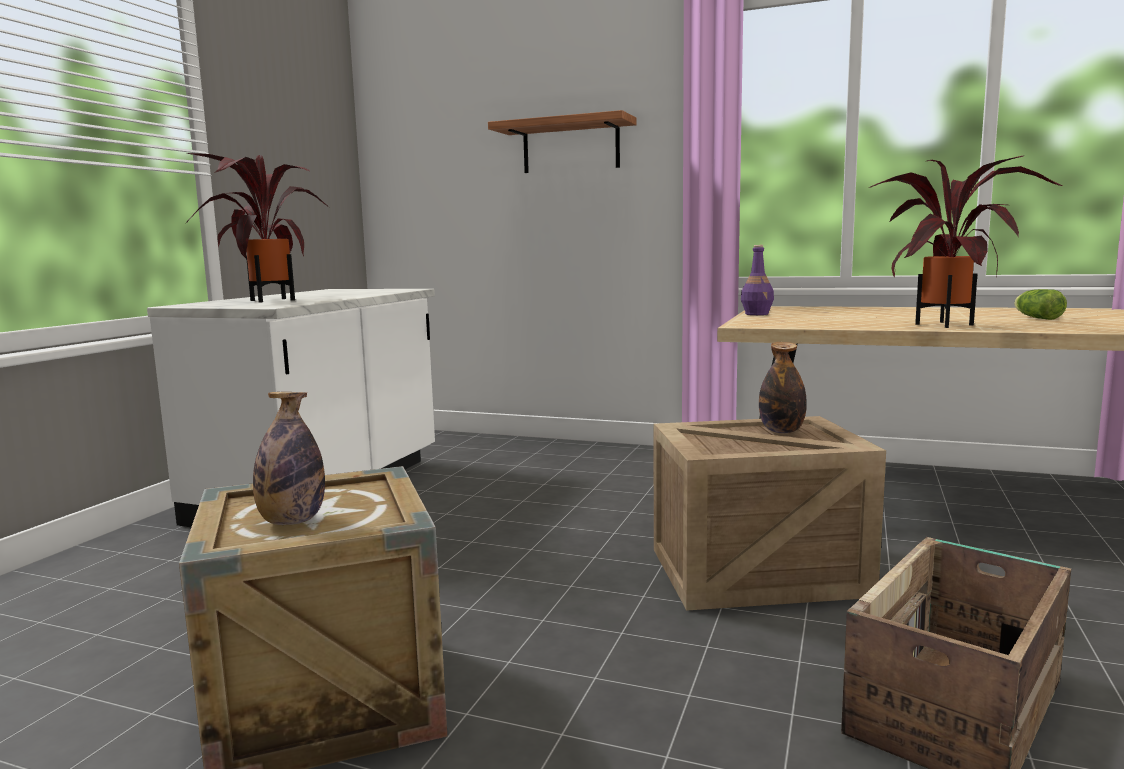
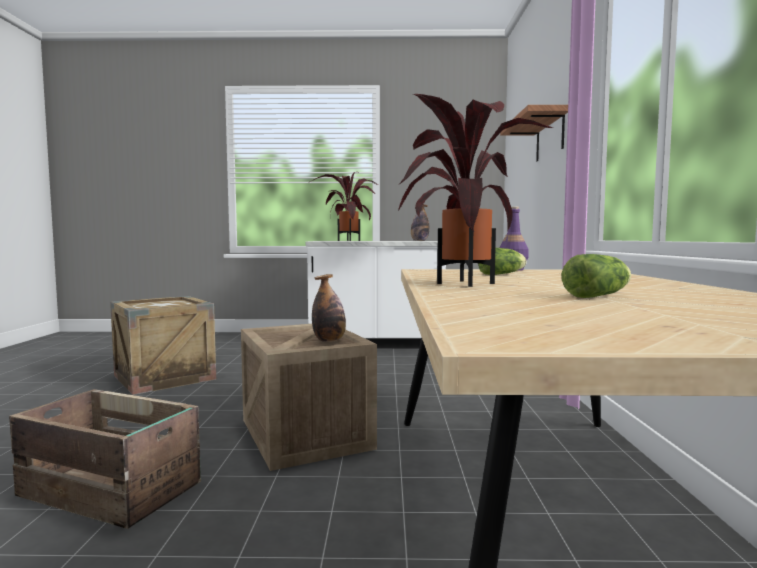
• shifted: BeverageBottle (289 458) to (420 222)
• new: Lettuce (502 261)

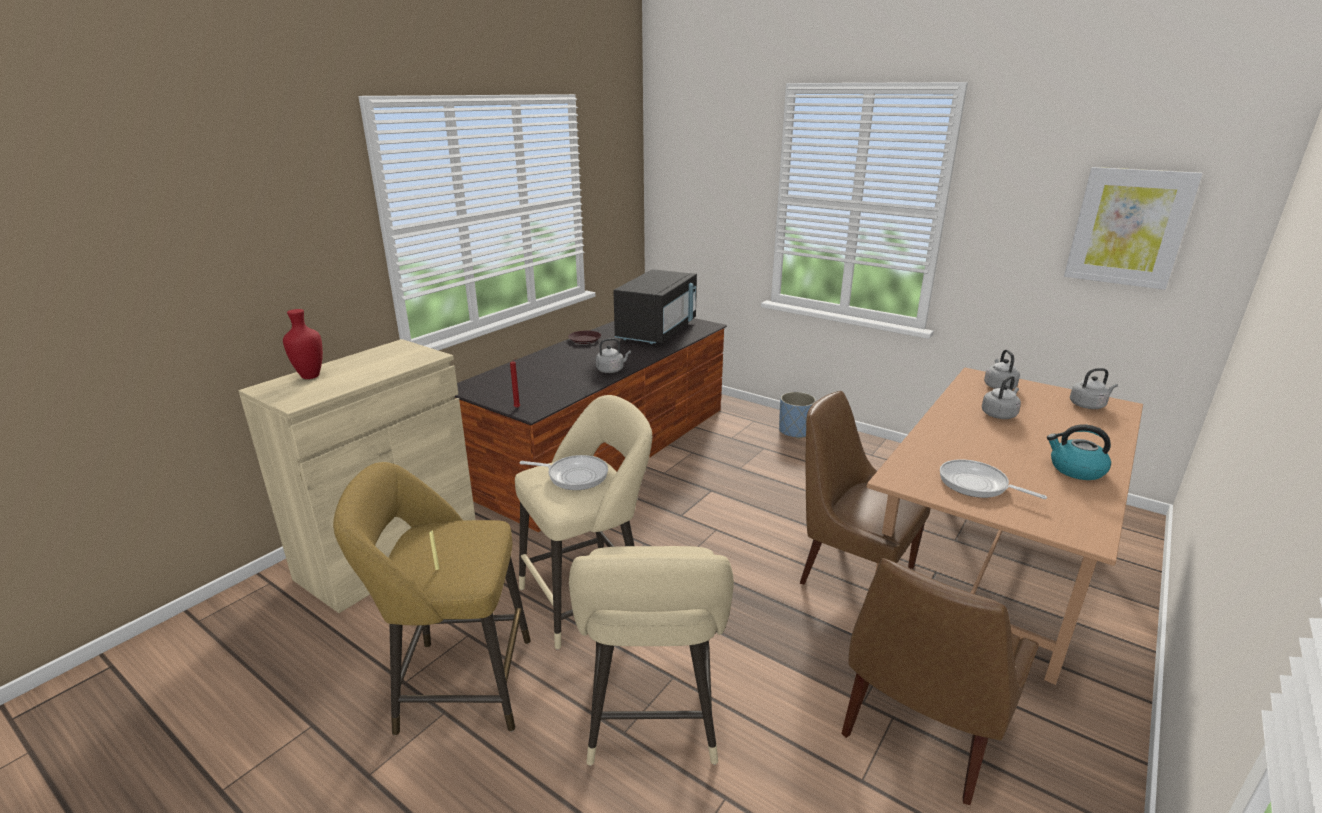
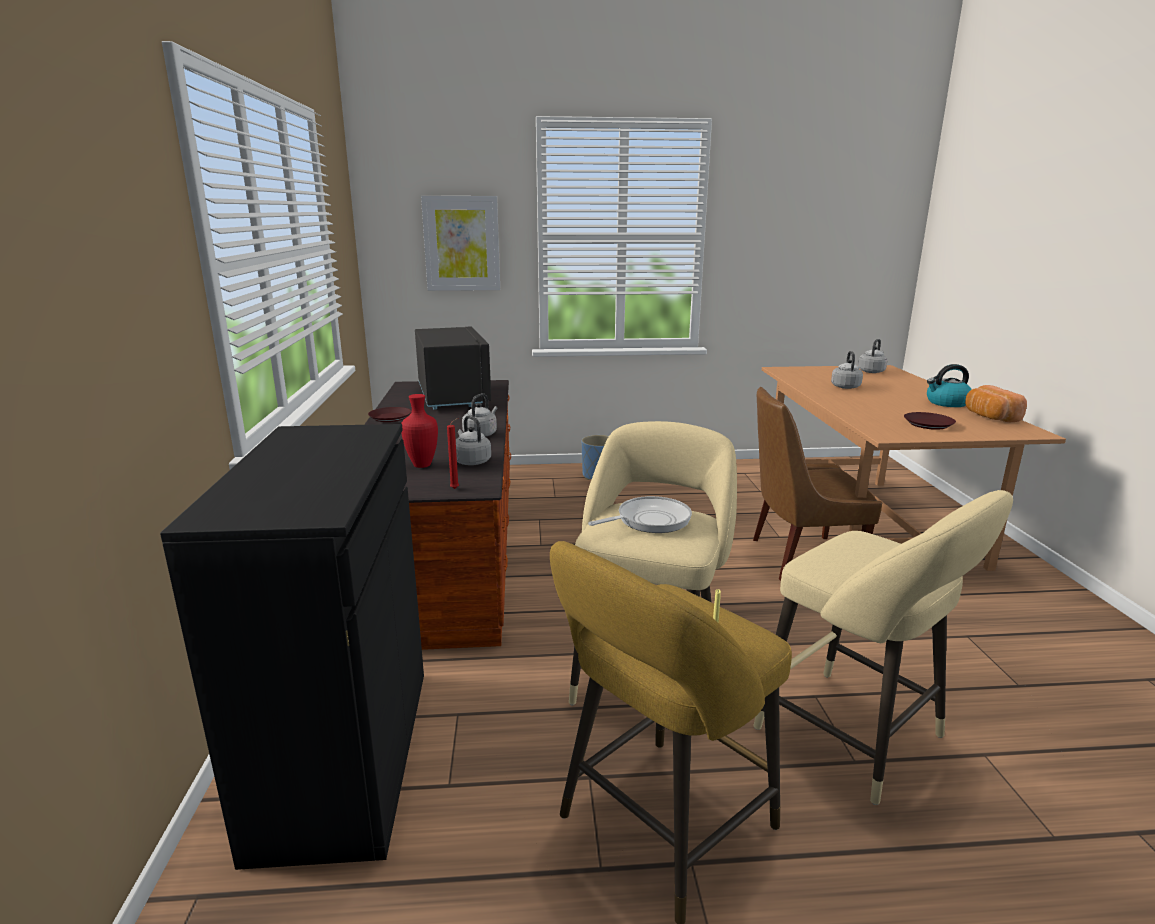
• repainted: BeigeCabinet (357 476) to BlackColouredCabinet (292 647)
• shifted: ReddishFlowerVase (303 344) to (419 431)
• gone: BrownishUprightChair (940 681)
• swapped: FryingPan (993 479) to BrownishPlate (930 421)
• shifted: GreyWaterKettle (1002 369) to (473 440)
• shifted: Picture (1133 228) to (460 243)
• new: Bread (996 403)

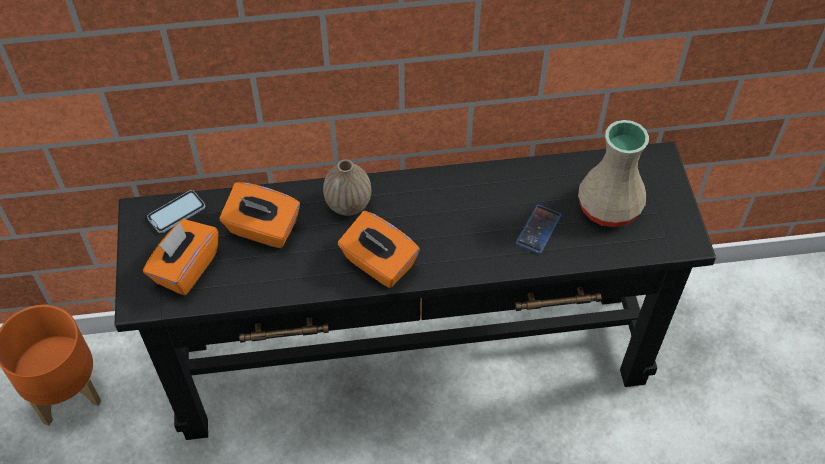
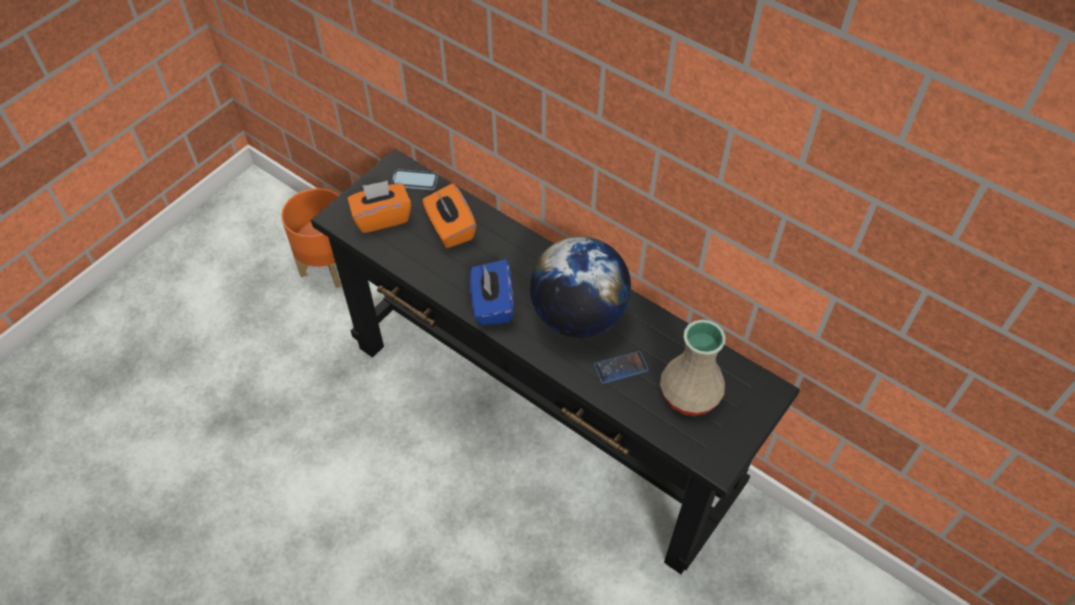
• gone: FlowerVase (347 187)
• repainted: OrangeColouredTissueBox (379 249) to BluishTissueBox (491 292)
• new: Globe (580 287)

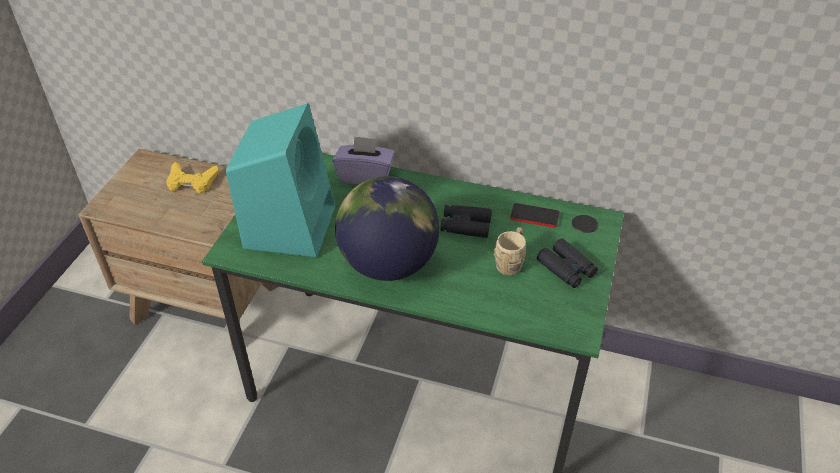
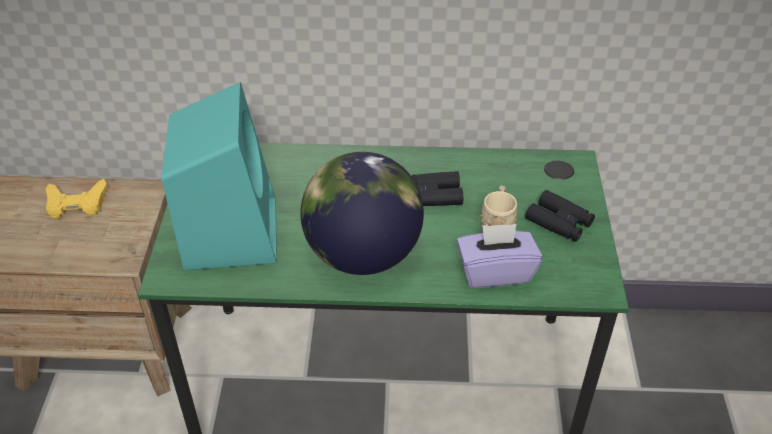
• shifted: PurplishTissueBox (363 160) to (499 256)
• gone: Handset (535 215)

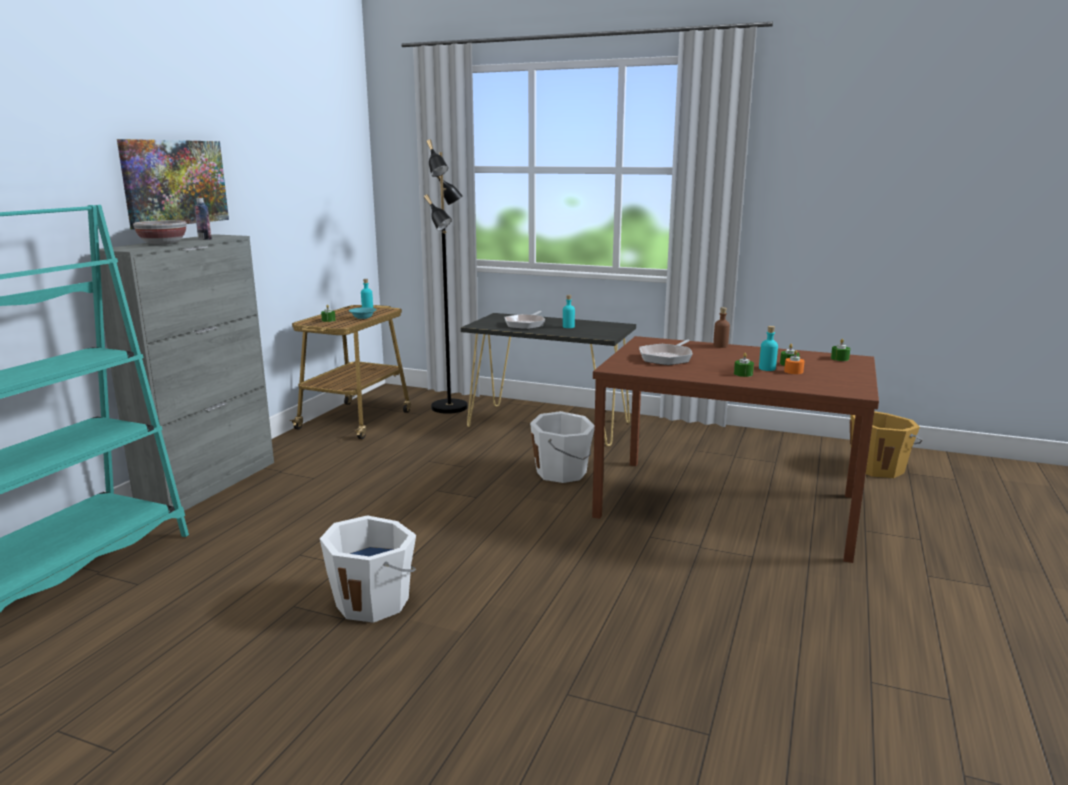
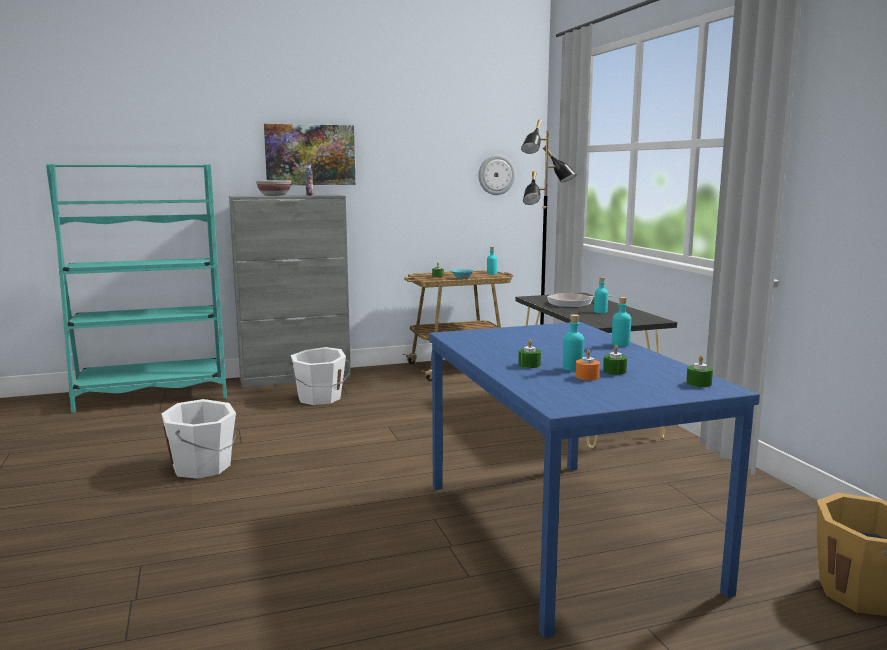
• shifted: WhiteWaterBucket (562 447) to (318 376)
• repainted: BrownishDiningTable (735 449) to BluishDiningTable (594 480)
• gone: FryingPan (666 352)
• repainted: BrownishBeverageBottle (721 327) to TurquoiseBeverageBottle (621 322)
• new: HangingClock (496 175)

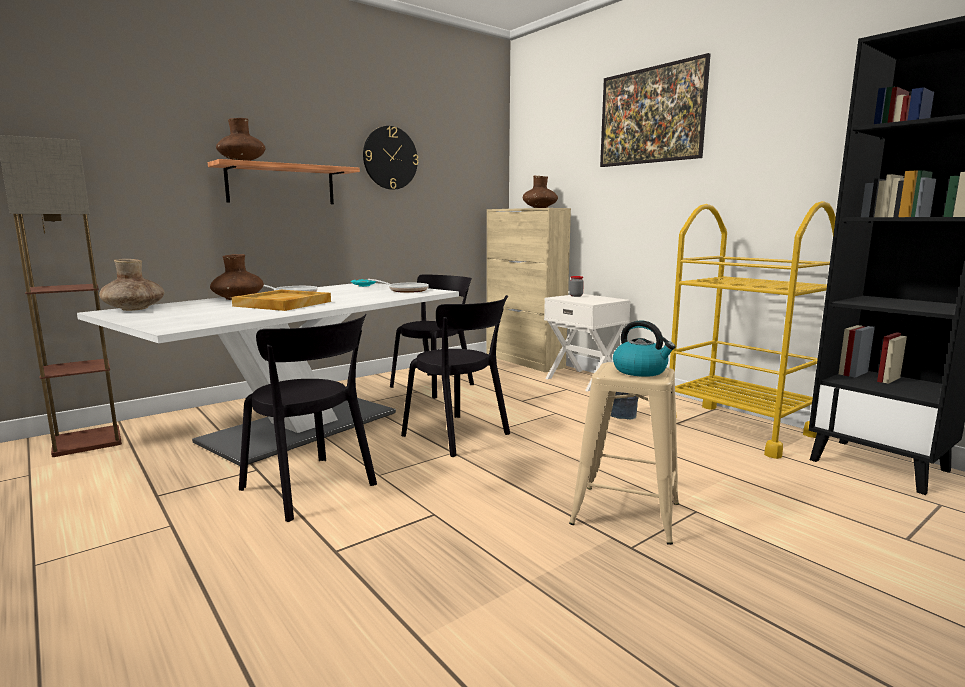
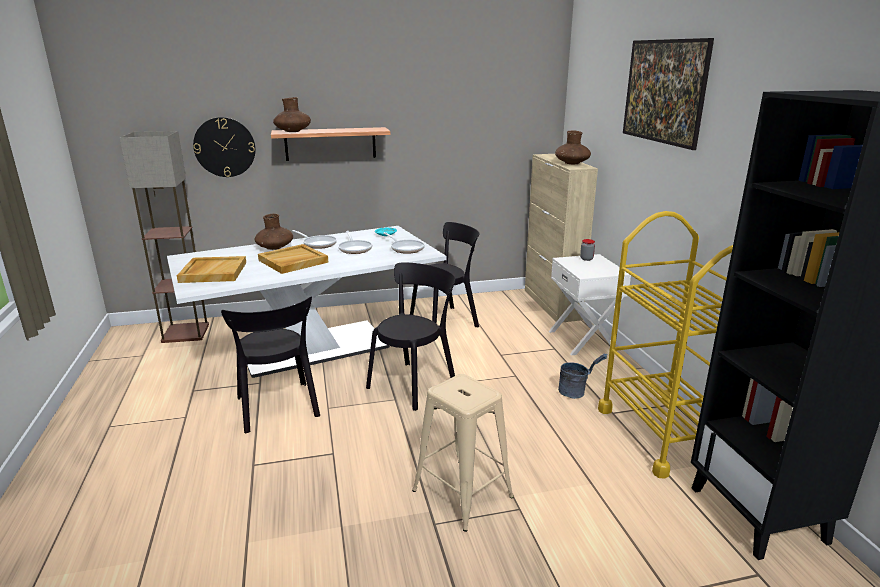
• gone: BrownishFlowerVase (131 285)
• shifted: HangingClock (390 158) to (224 147)
• rotated: BlackColouredUprightChair (455 376) = (411 336) 120 degrees counterclockwise
• gone: WaterKettle (644 348)
• new: BeigeTray (211 269)
• new: FryingPan (355 242)

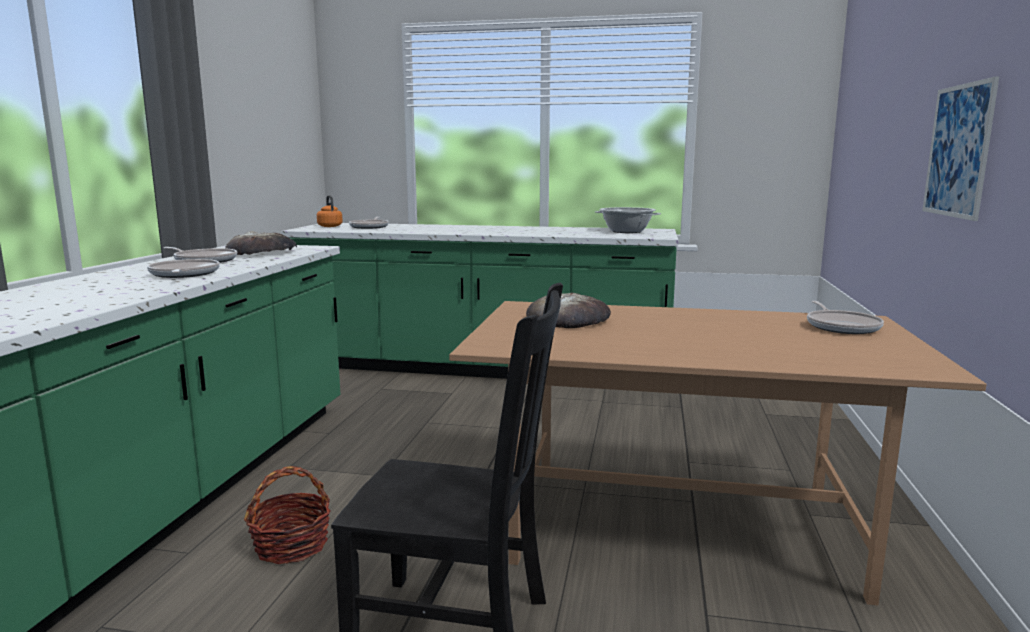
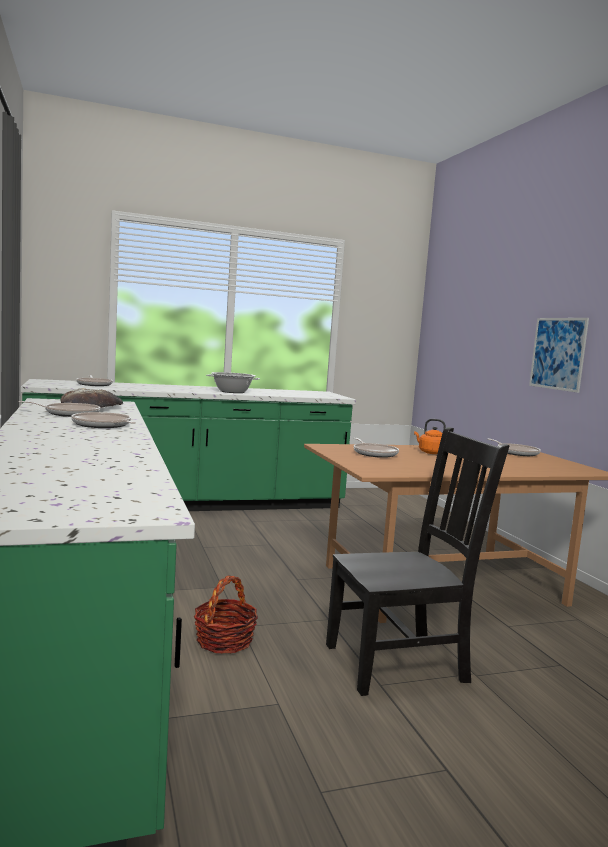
• shifted: OrangeColouredWaterKettle (330 211) to (430 436)
• swapped: Bread (568 310) to FryingPan (376 448)
• shifted: Stockpot (628 220) to (233 382)

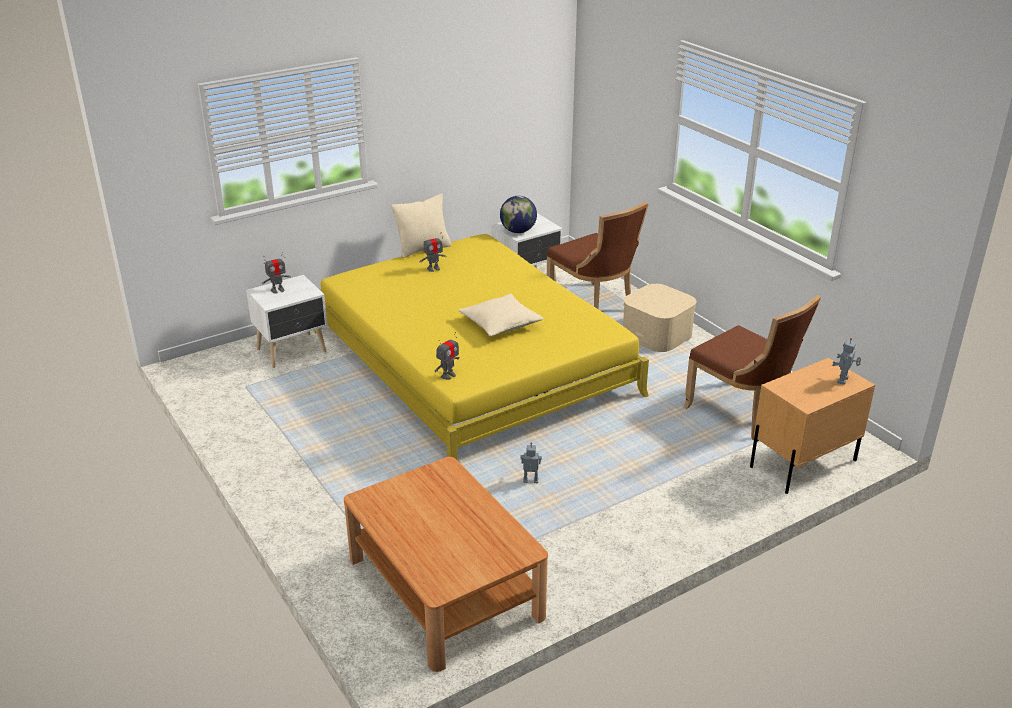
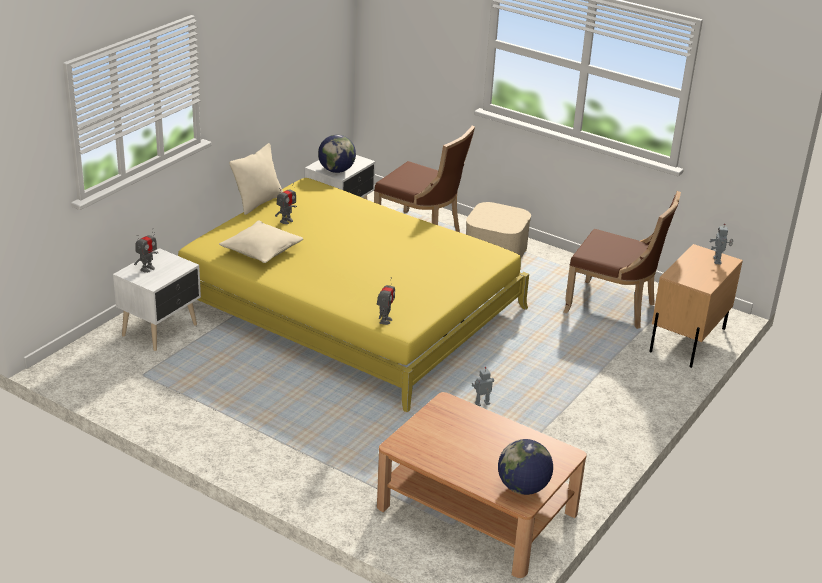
• shifted: BeigeCushion (500 314) to (261 241)
• new: Globe (525 467)

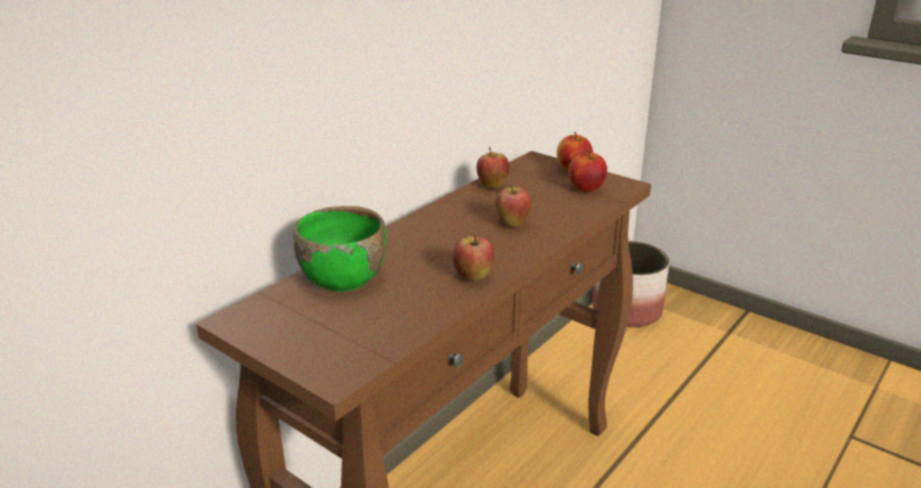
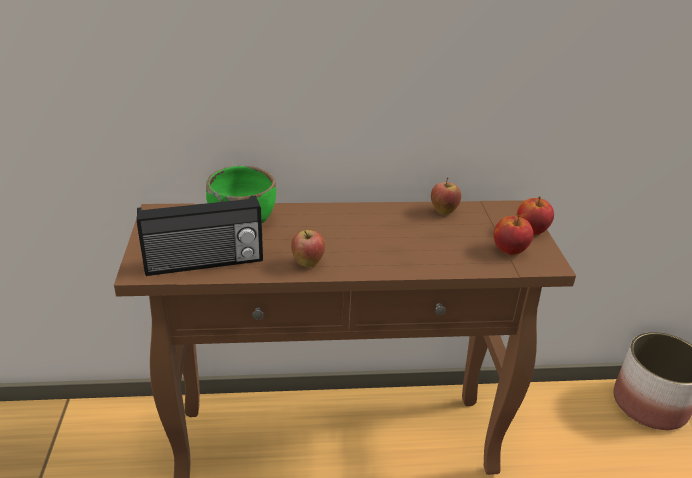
• gone: Apple (514 205)
• new: RadioSet (200 236)

